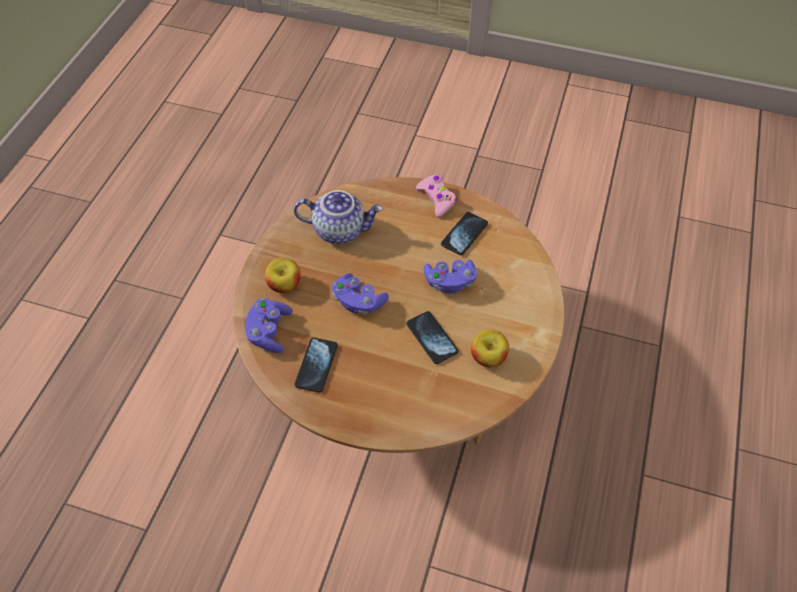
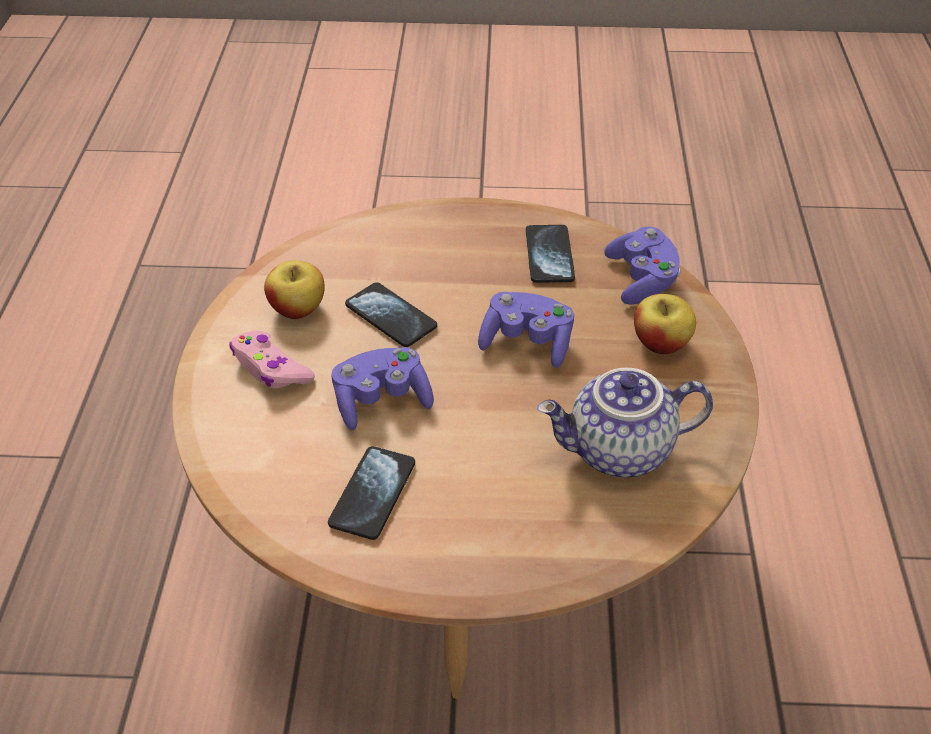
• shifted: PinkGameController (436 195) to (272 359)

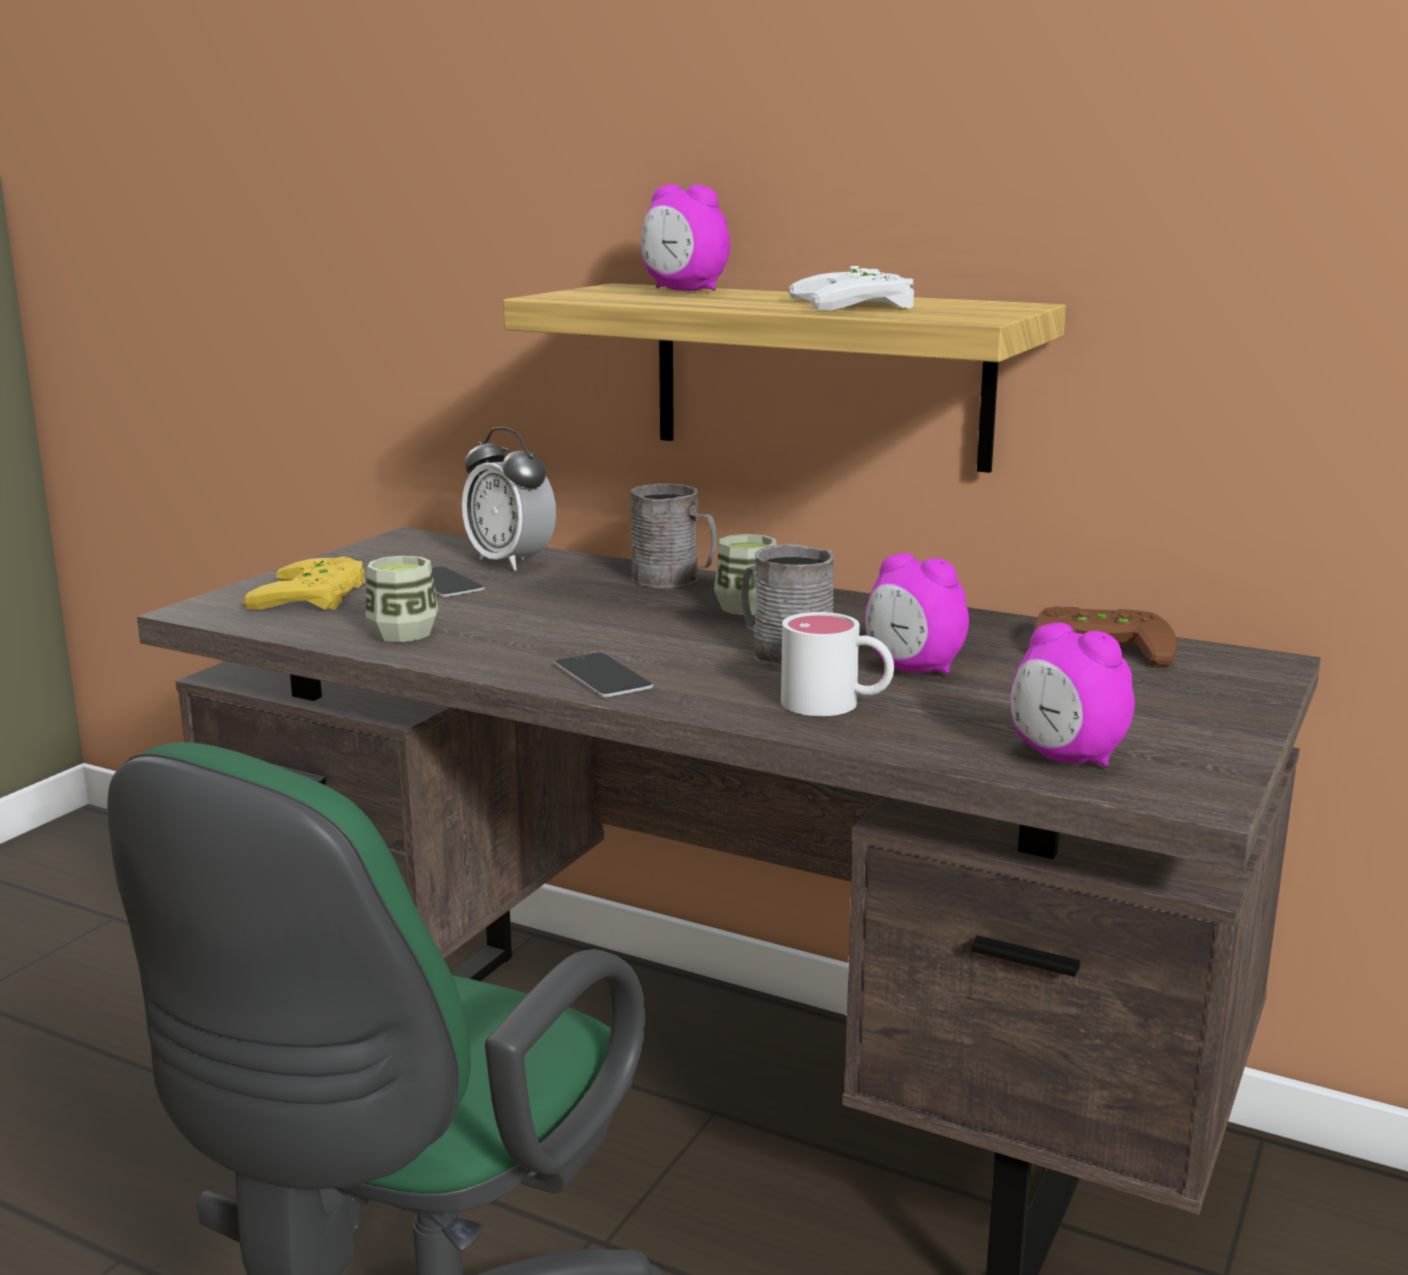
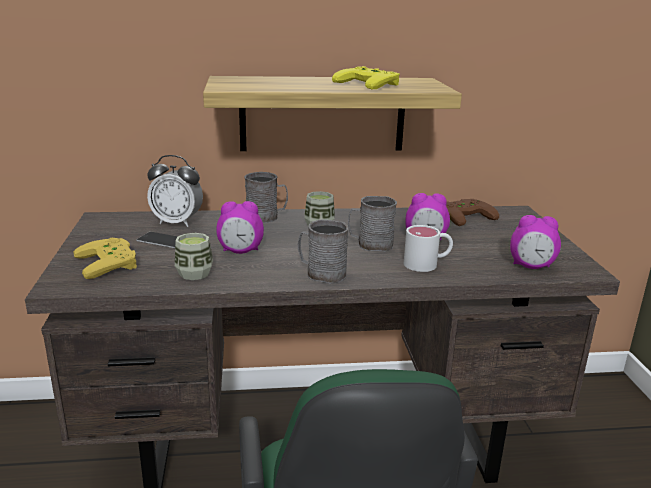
• swapped: Handset (603 675) to GreyTeaMug (323 251)
• shifted: BedsideClock (685 237) to (240 227)
• repainted: WhiteGameController (851 288) to YellowColouredGameController (366 77)

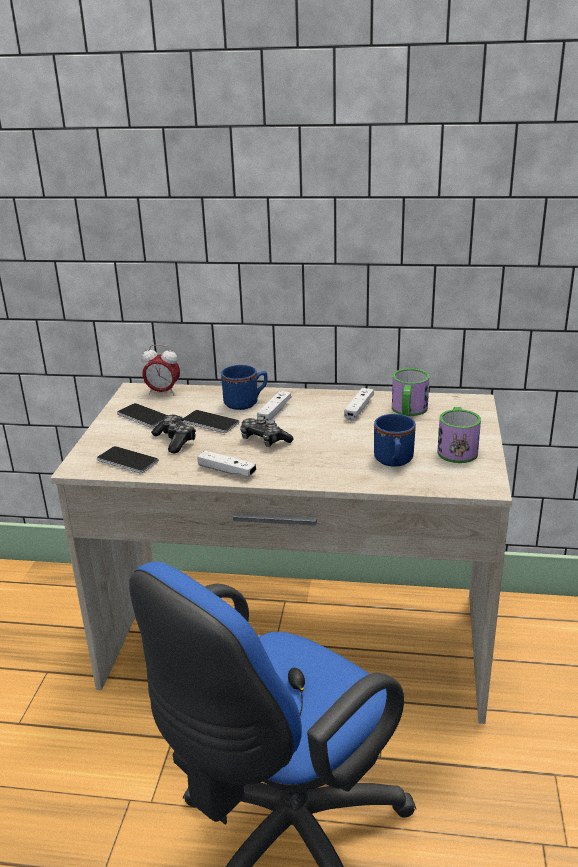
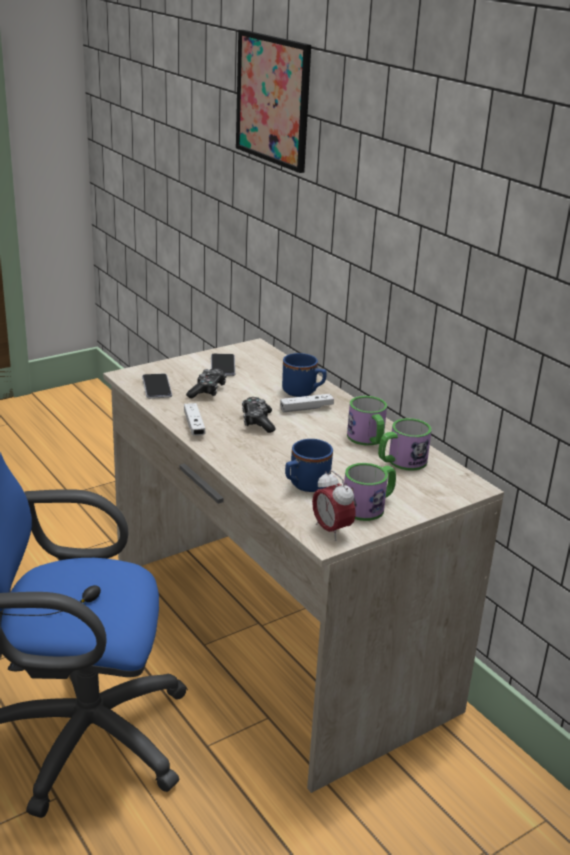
• shifted: BedsideClock (161 370) to (334 505)
• gone: Handset (211 421)
• swapped: WhiteGameController (359 404) to TeaMug (367 421)
• new: Picture (273 101)

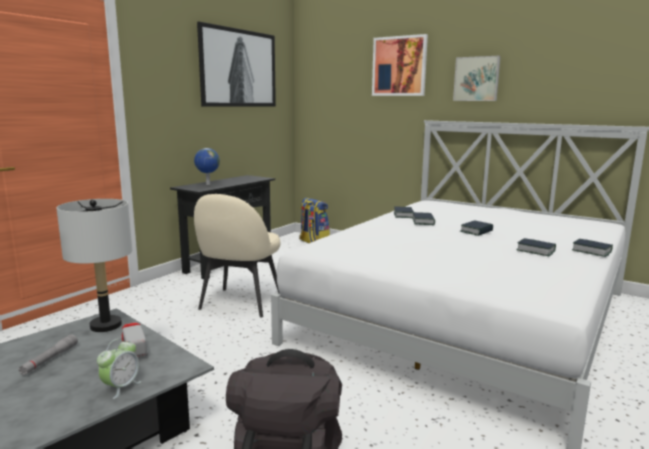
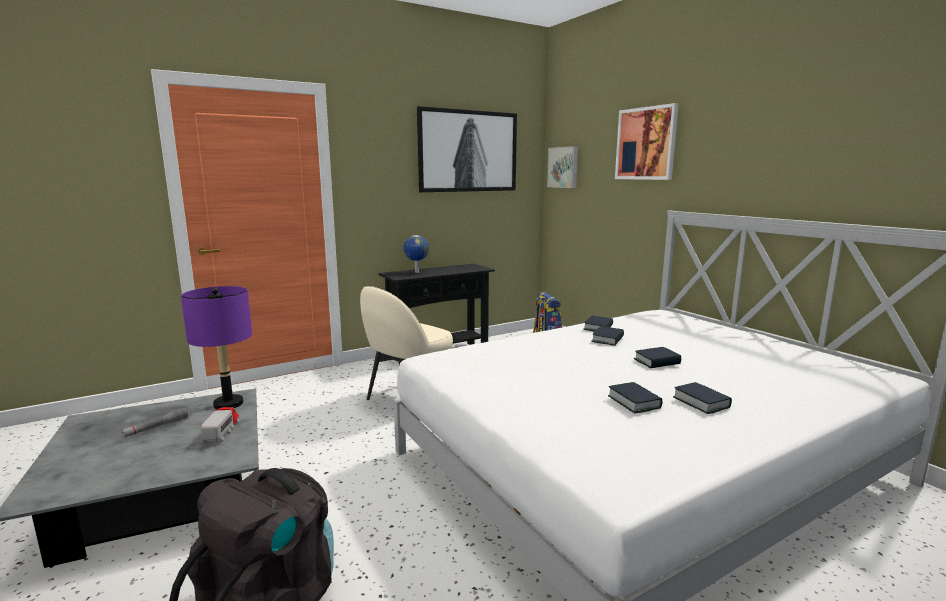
• repainted: GreyTabletopLamp (94 265) to PurplishTabletopLamp (216 347)
• gone: BedsideClock (119 369)
• shifted: Picture (477 78) to (562 167)
• shifted: BoundBook (592 248) to (635 397)

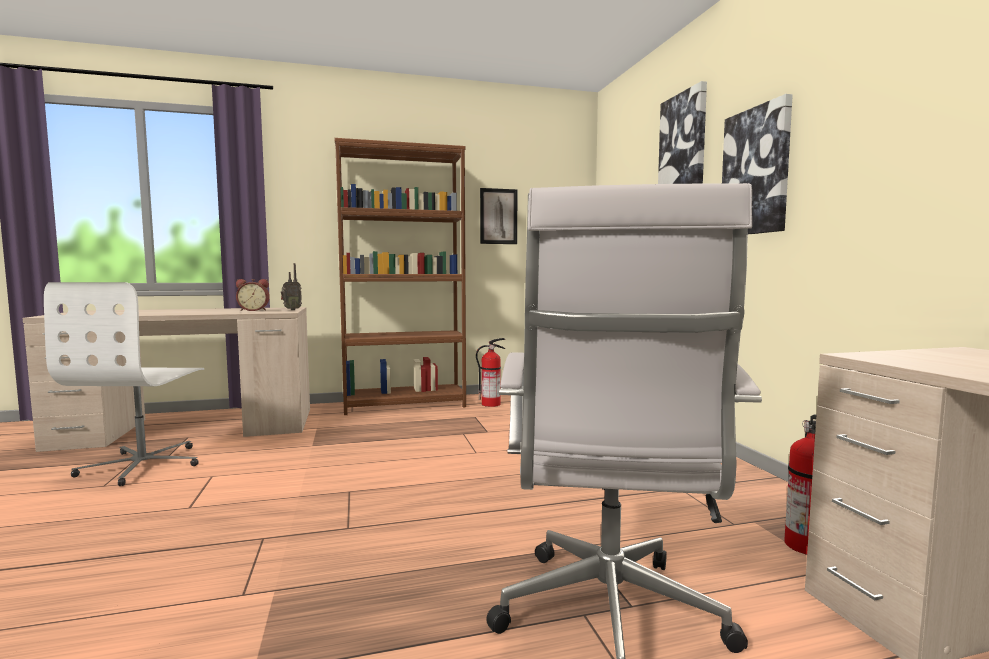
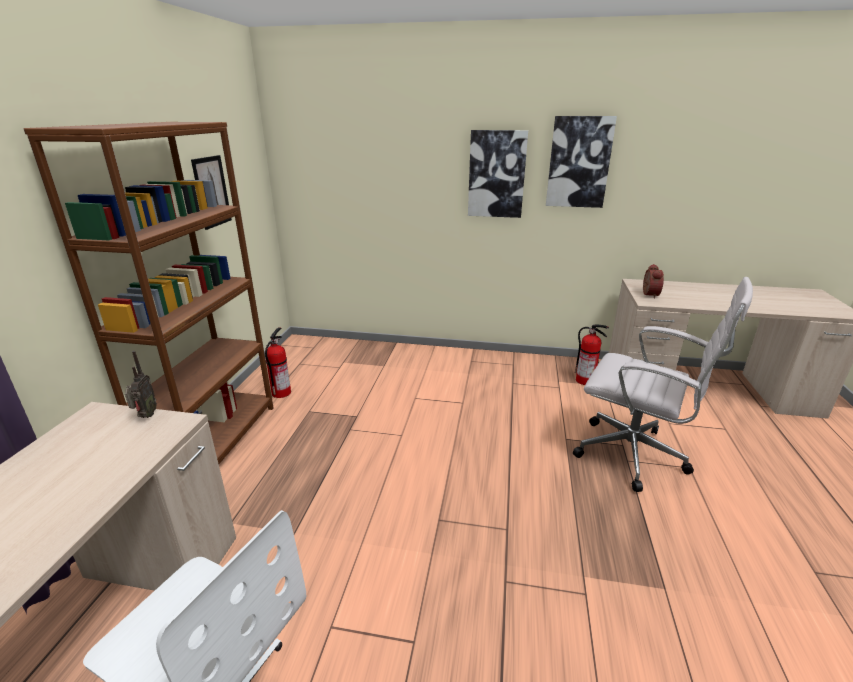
• shifted: BedsideClock (253 295) to (653 281)
• shifted: Picture (682 132) to (581 162)

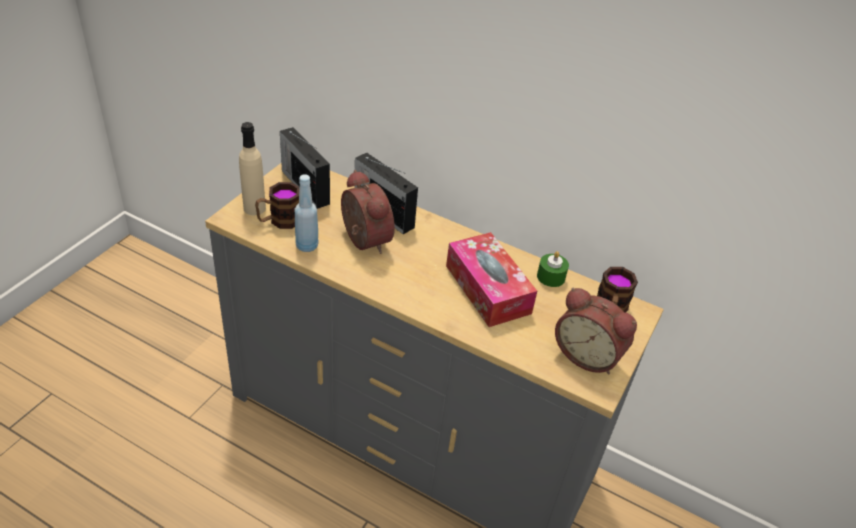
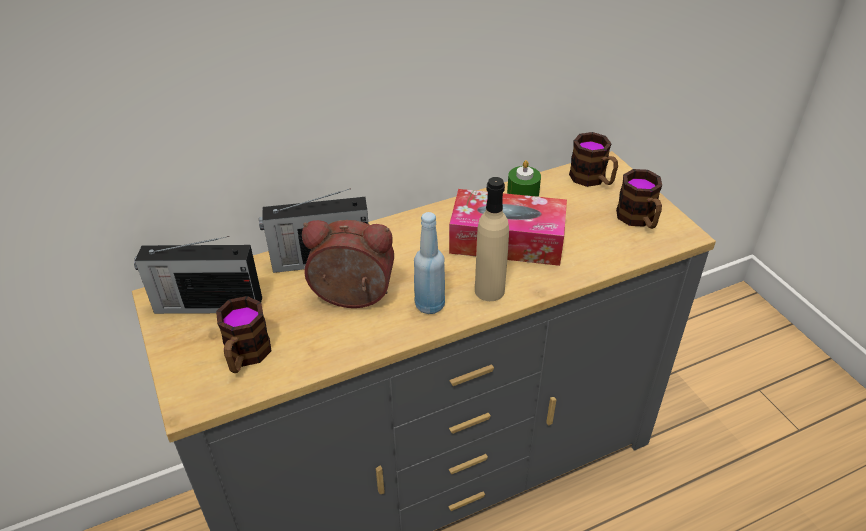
• shifted: BeigeBeverageBottle (252 168) to (492 239)
• shifted: BluishBeverageBottle (306 213) to (429 263)
• swapped: BedsideClock (596 331) to TeaMug (639 199)

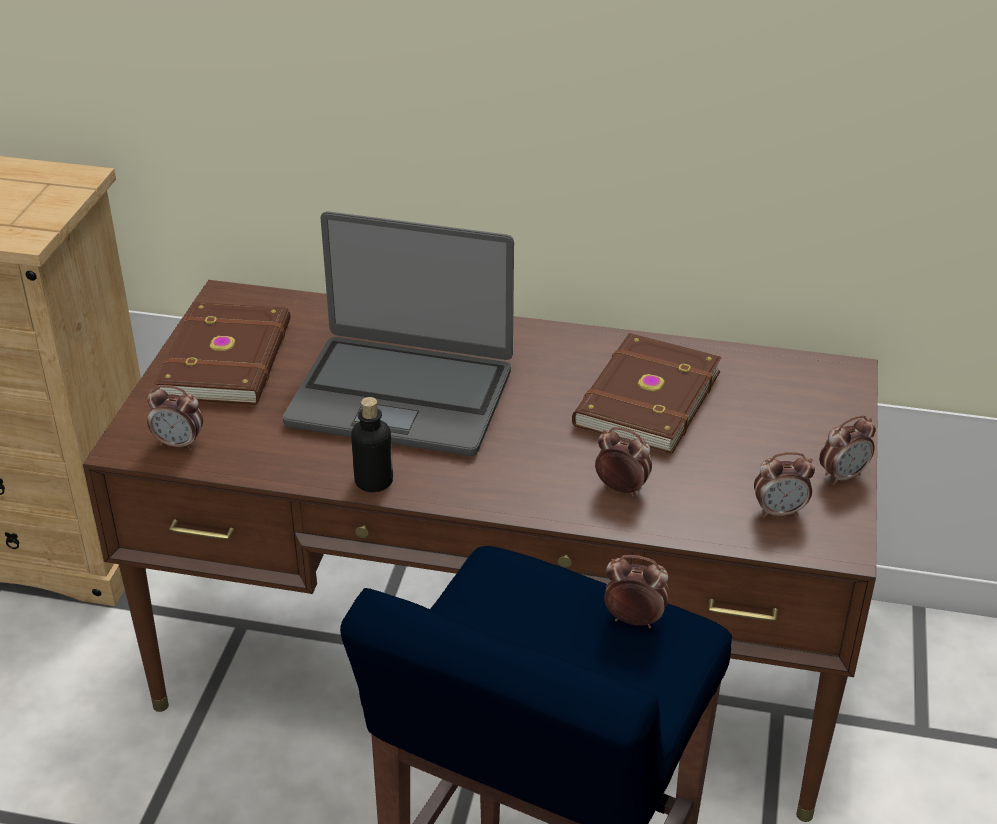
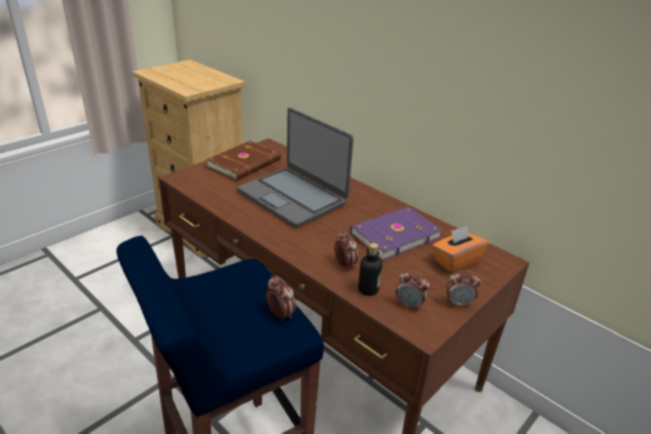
• gone: BedsideClock (175 417)
• shifted: BeverageBottle (372 444) to (370 269)
• repainted: BrownishBoundBook (647 393) to PurplishBoundBook (396 234)
• new: OrangeColouredTissueBox (460 249)

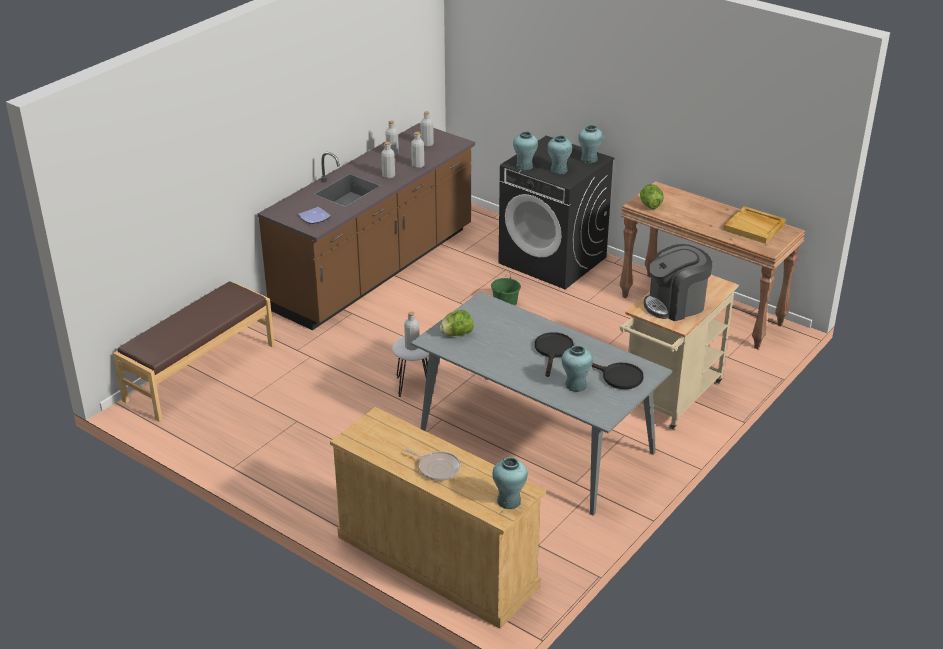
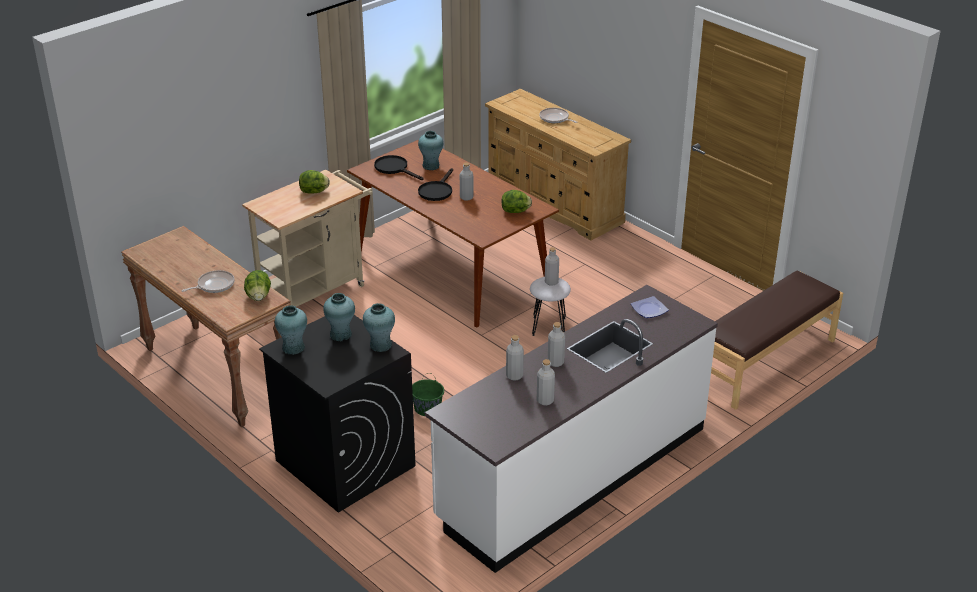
• repainted: BrownishKitchenBaseUnit (366 226) to WhiteKitchenBaseUnit (571 429)
• repainted: GreyDiningTable (541 404) to BrownishDiningTable (453 234)
• shifted: GreyBeverageBottle (427 129) to (467 181)
• gone: TurquoiseFlowerVase (510 483)
• swapped: CoffeeMachine (678 282) to Lettuce (314 182)
• gone: BeigeTray (754 225)
• new: FryingPan (208 281)

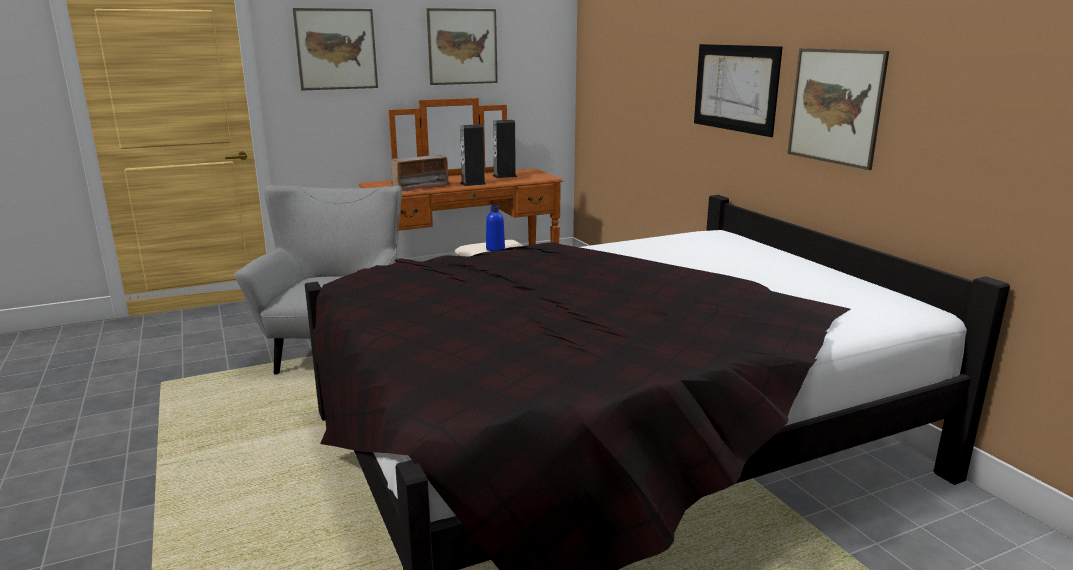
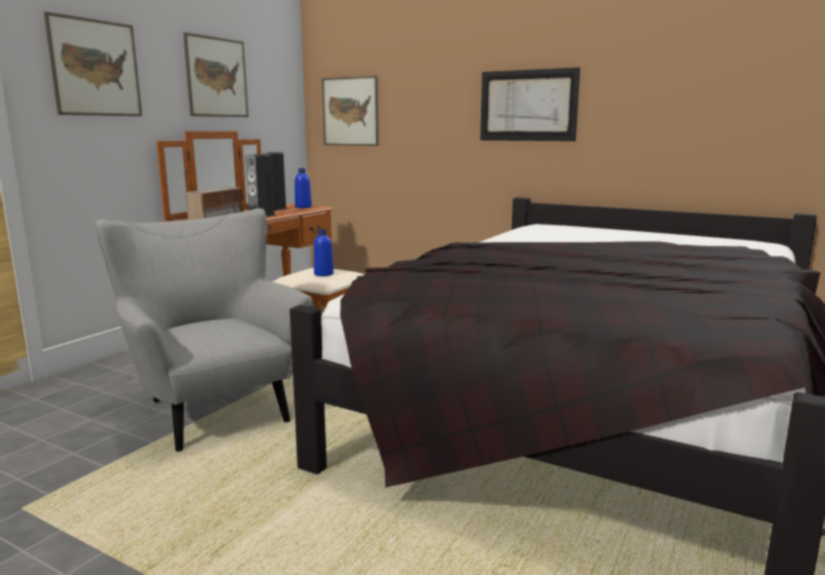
• shifted: Picture (838 109) to (350 111)
• new: BluishBeverageBottle (303 188)

